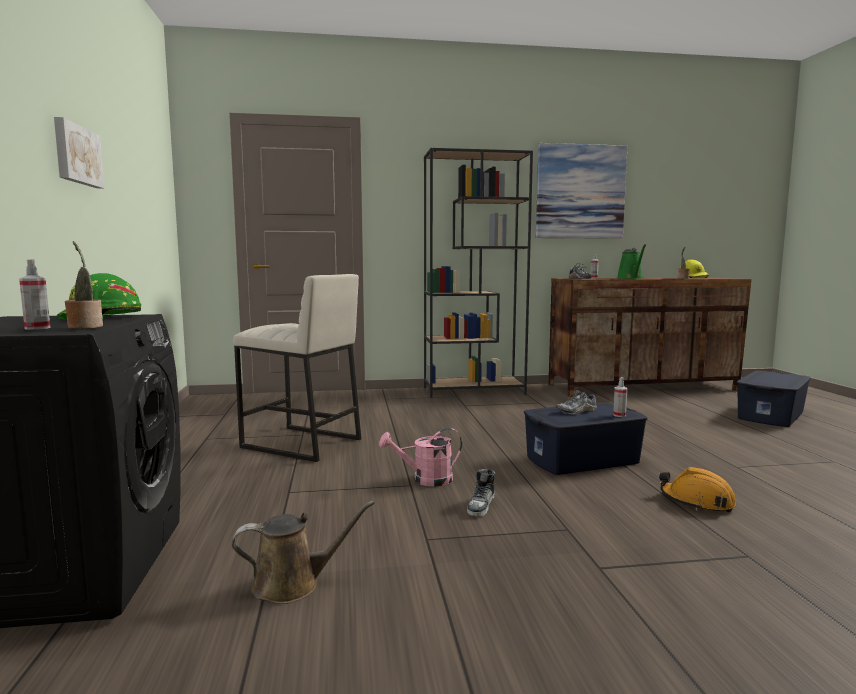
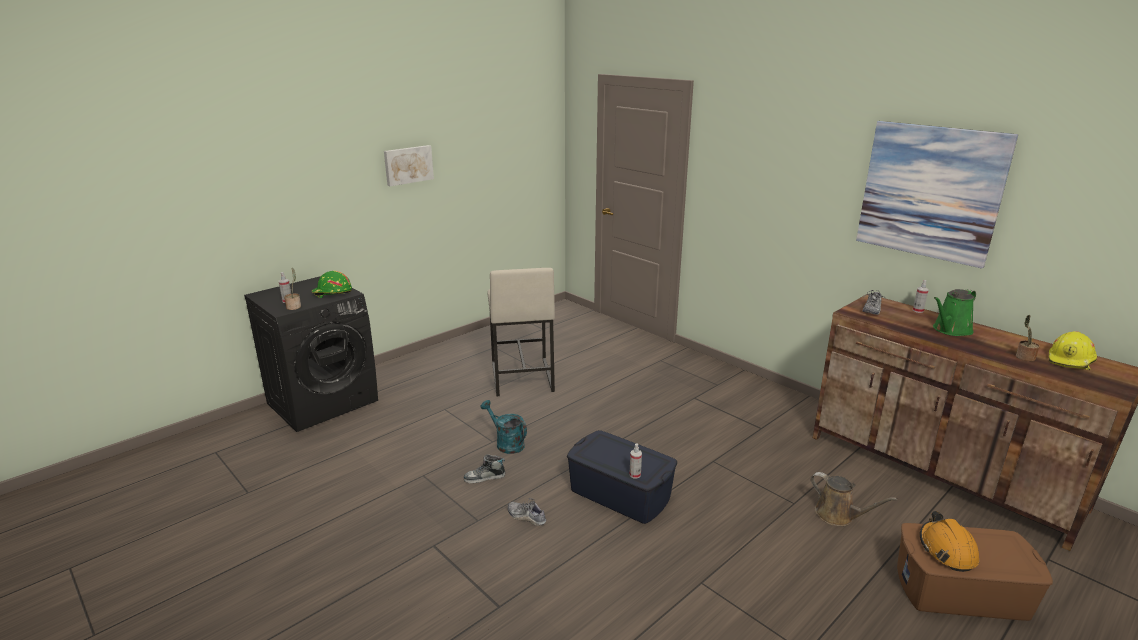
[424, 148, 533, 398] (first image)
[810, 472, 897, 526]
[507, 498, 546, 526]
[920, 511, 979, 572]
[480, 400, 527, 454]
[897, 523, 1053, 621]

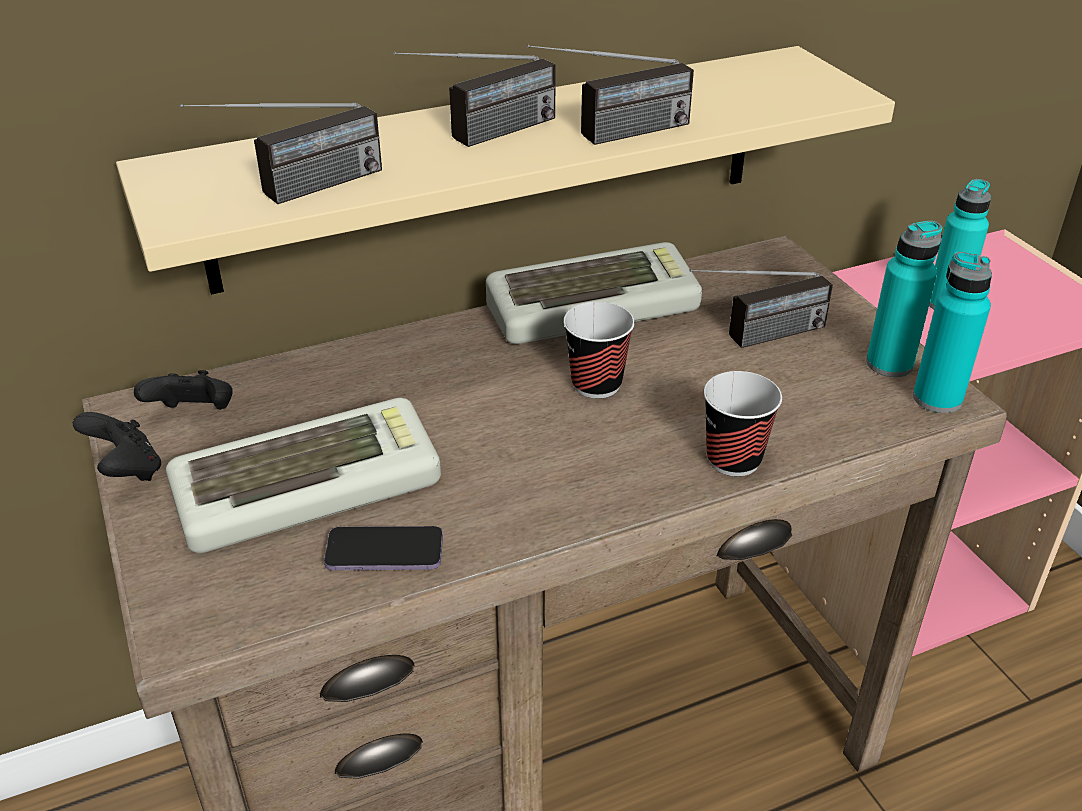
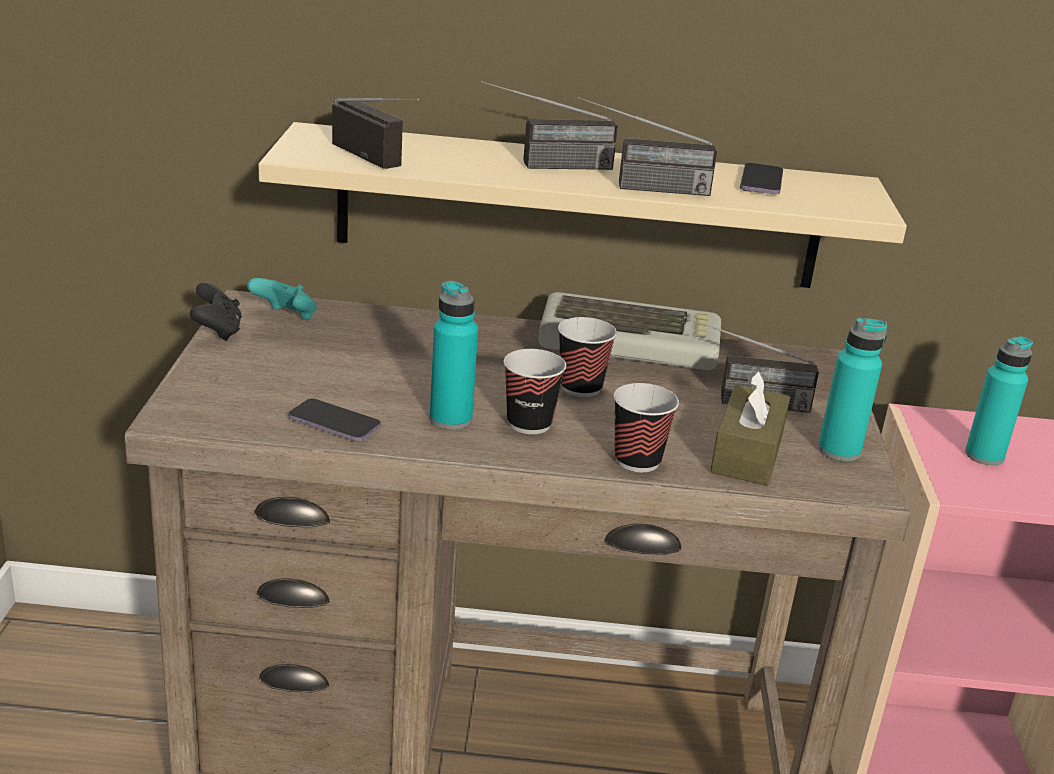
[166, 398, 441, 553] (first image)
[504, 349, 566, 434]
[710, 370, 790, 485]
[740, 163, 783, 194]
[430, 281, 478, 430]
[247, 278, 317, 320]
[332, 98, 419, 169]

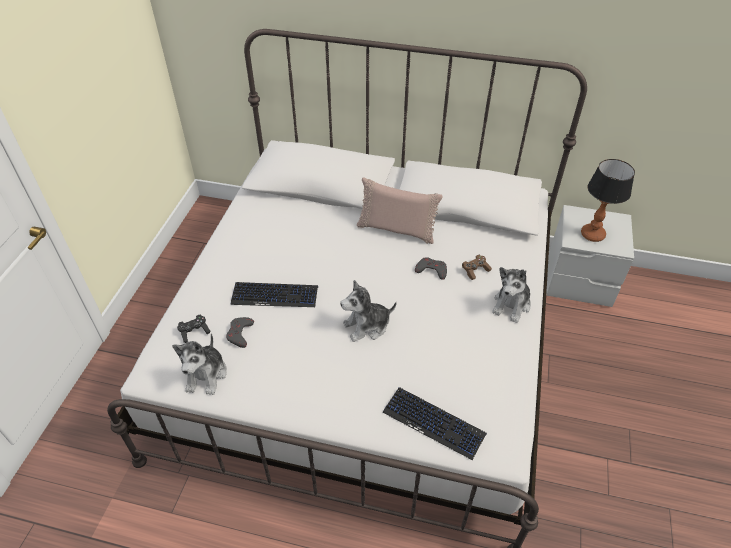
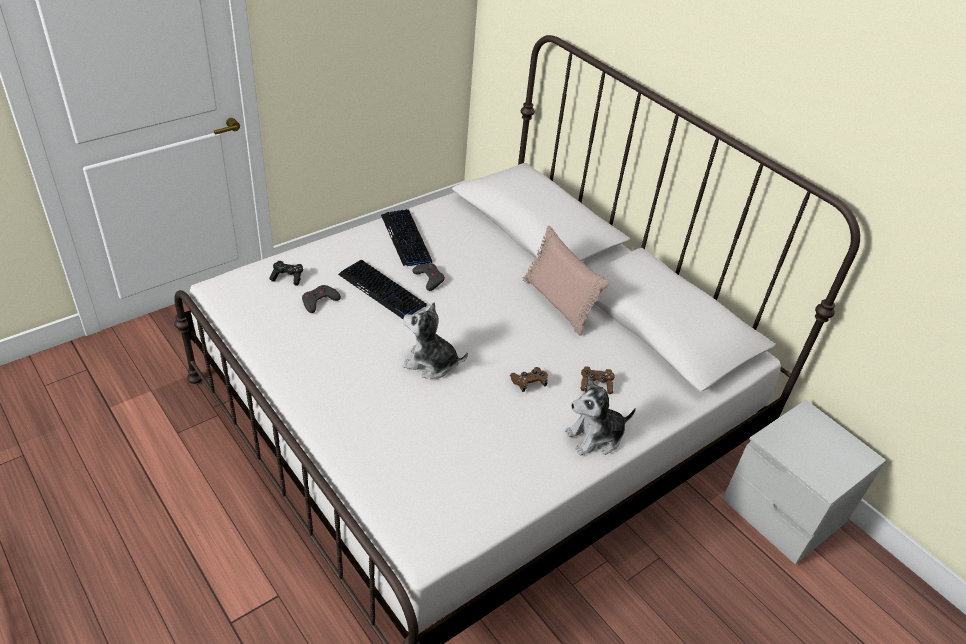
[172, 333, 227, 395] (first image)
[581, 159, 635, 242] (first image)
[510, 367, 548, 392]
[381, 209, 432, 266]
[412, 263, 445, 291]

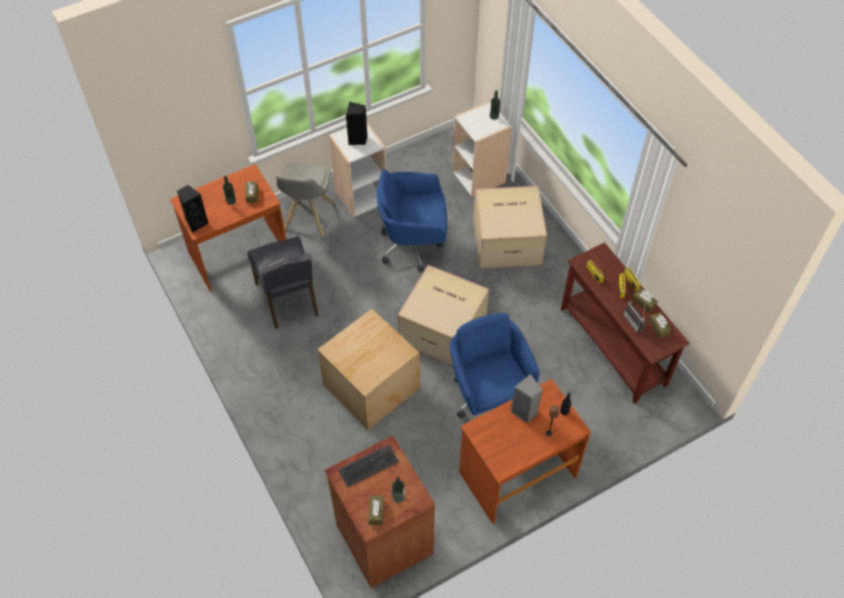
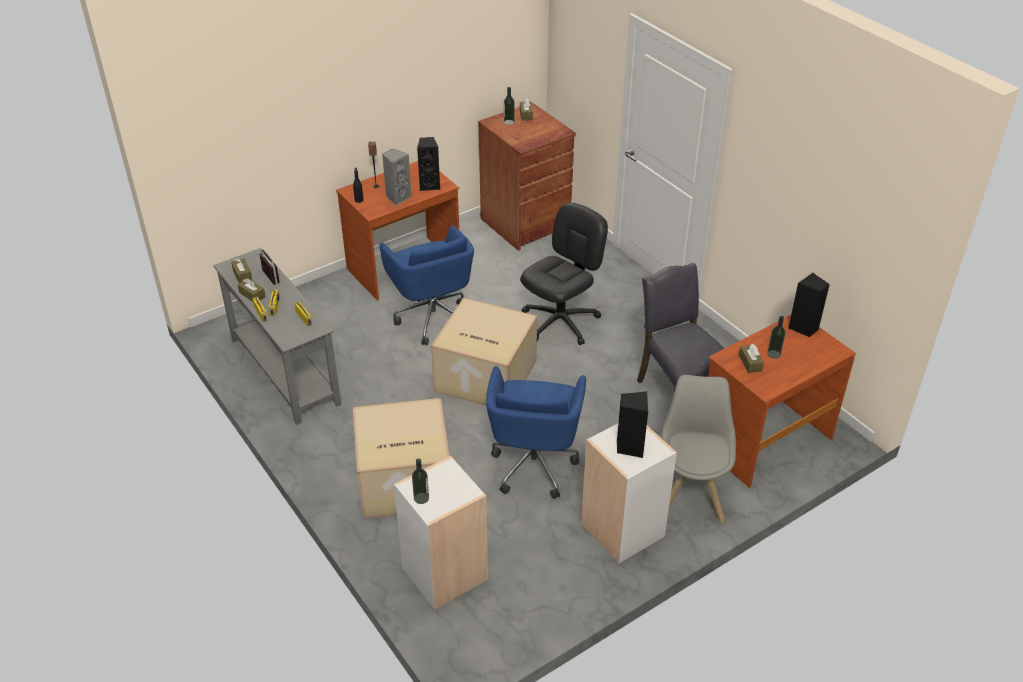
[338, 445, 399, 487] (first image)
[417, 137, 441, 191]
[520, 202, 608, 345]
[213, 248, 341, 425]
[486, 366, 586, 499]

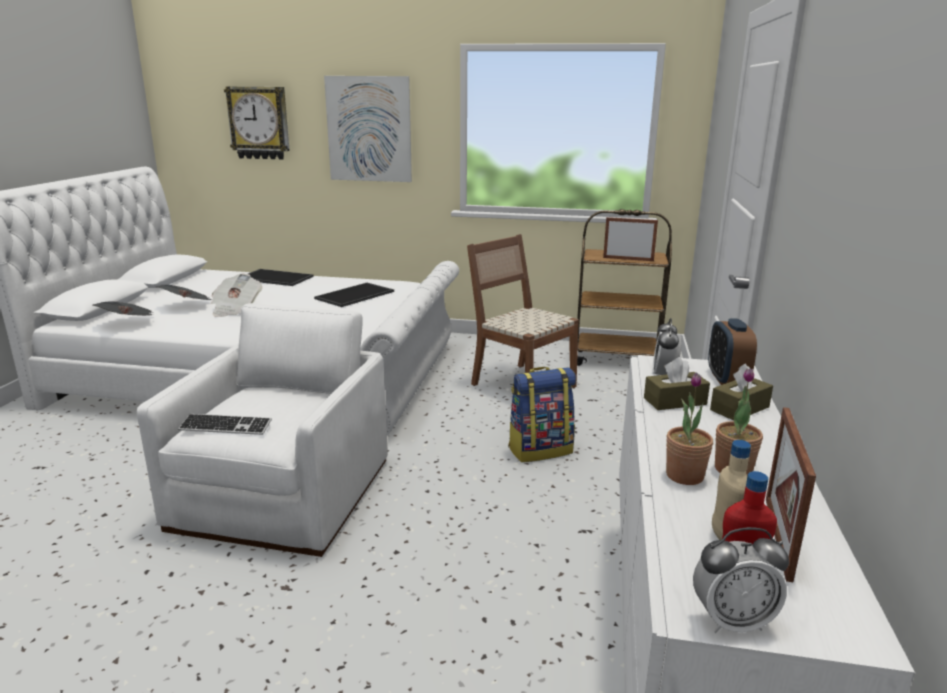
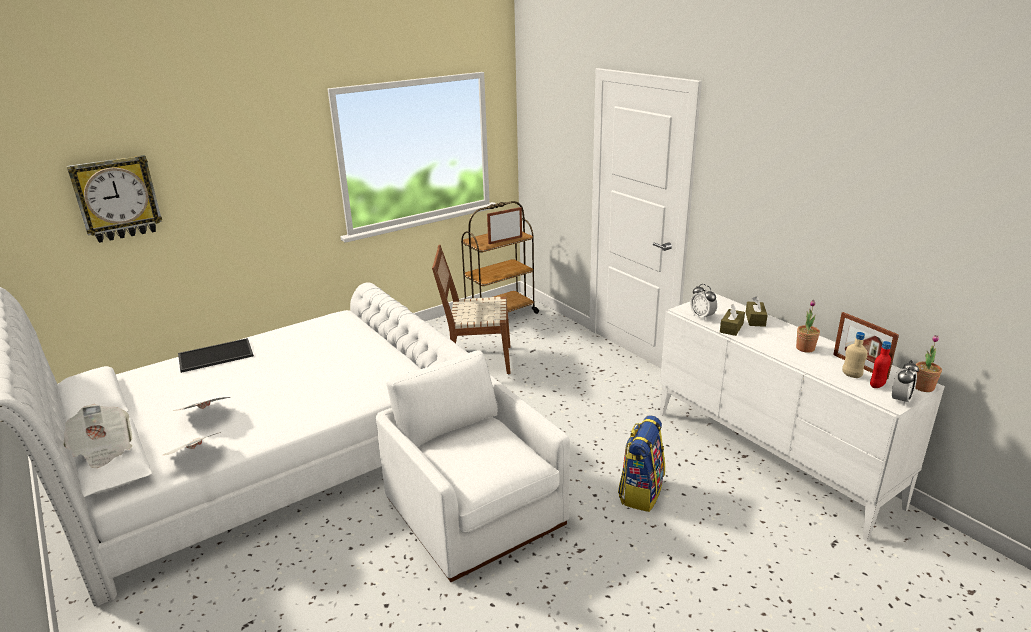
[178, 414, 272, 435] (first image)
[314, 283, 394, 307] (first image)
[324, 76, 412, 182] (first image)
[708, 318, 757, 385] (first image)
[63, 404, 132, 468]
[618, 416, 665, 512]
[915, 335, 942, 392]

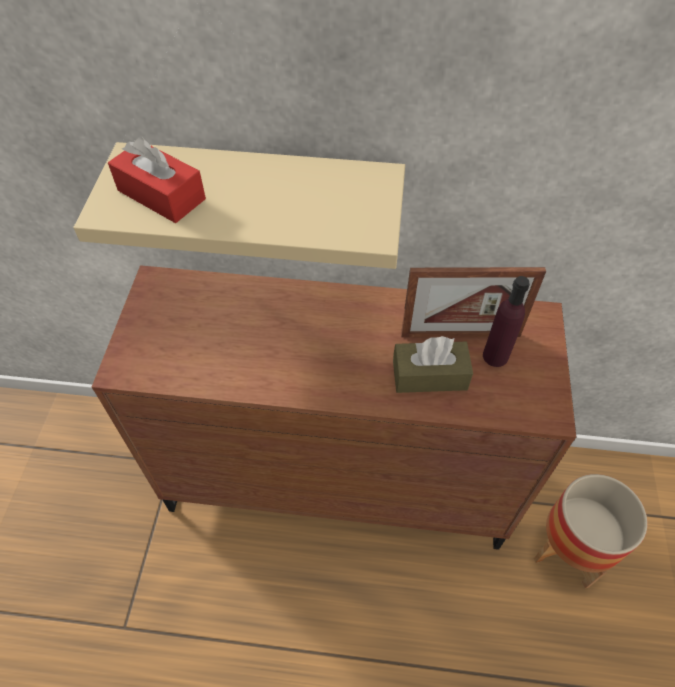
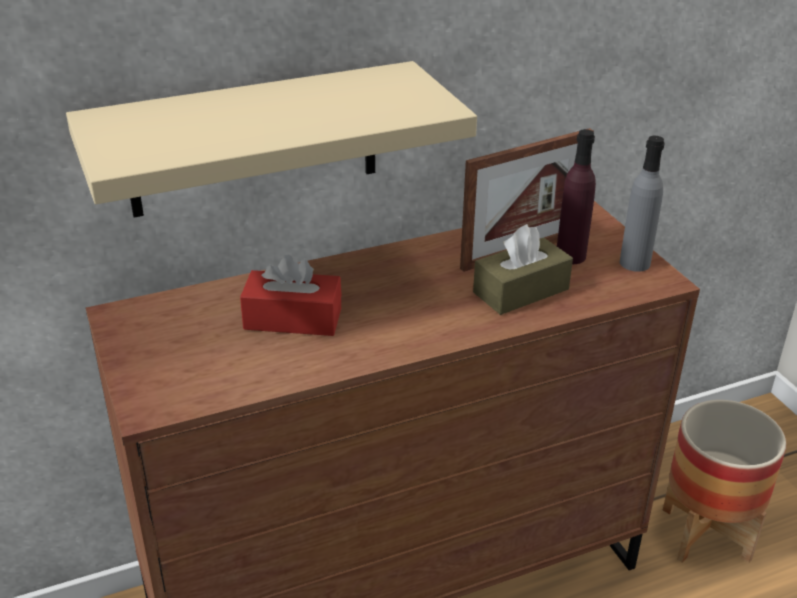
[620, 136, 665, 272]
[240, 255, 342, 336]

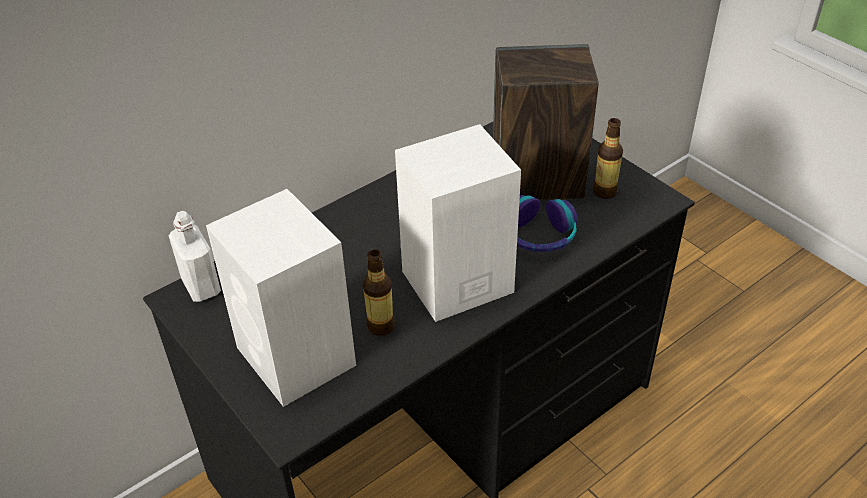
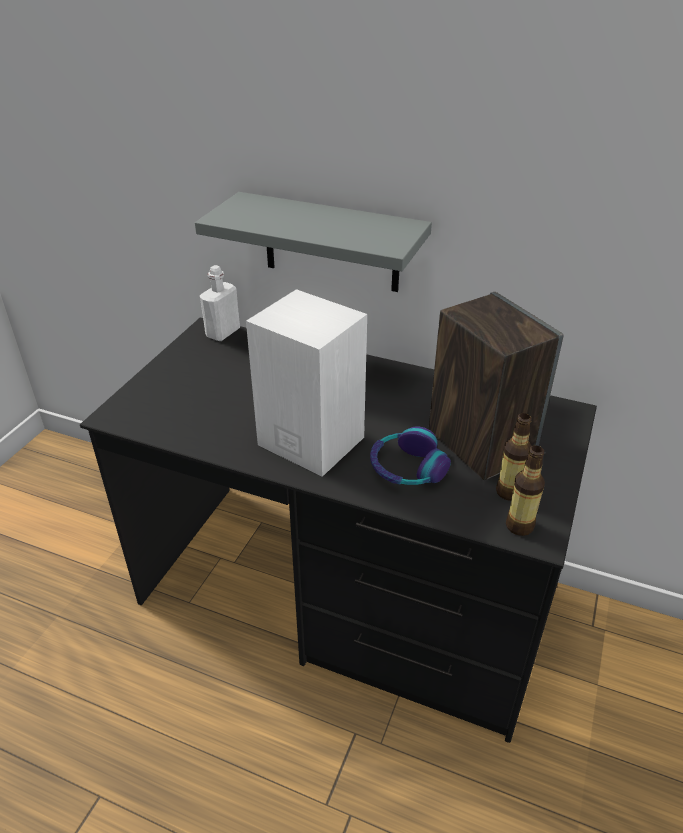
[206, 189, 356, 407] (first image)
[195, 192, 432, 292]
[506, 446, 545, 536]

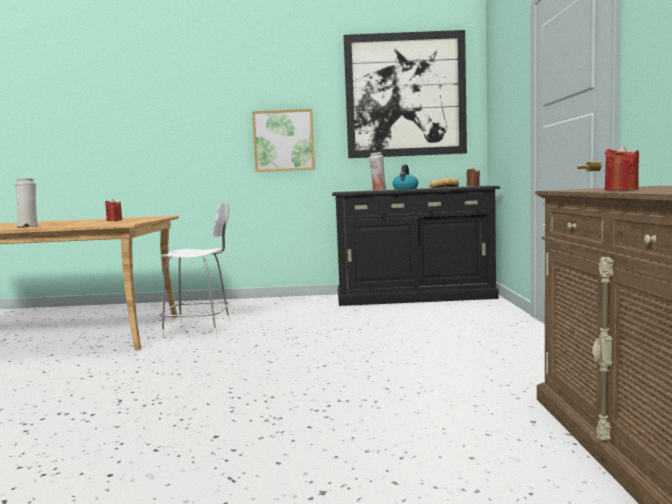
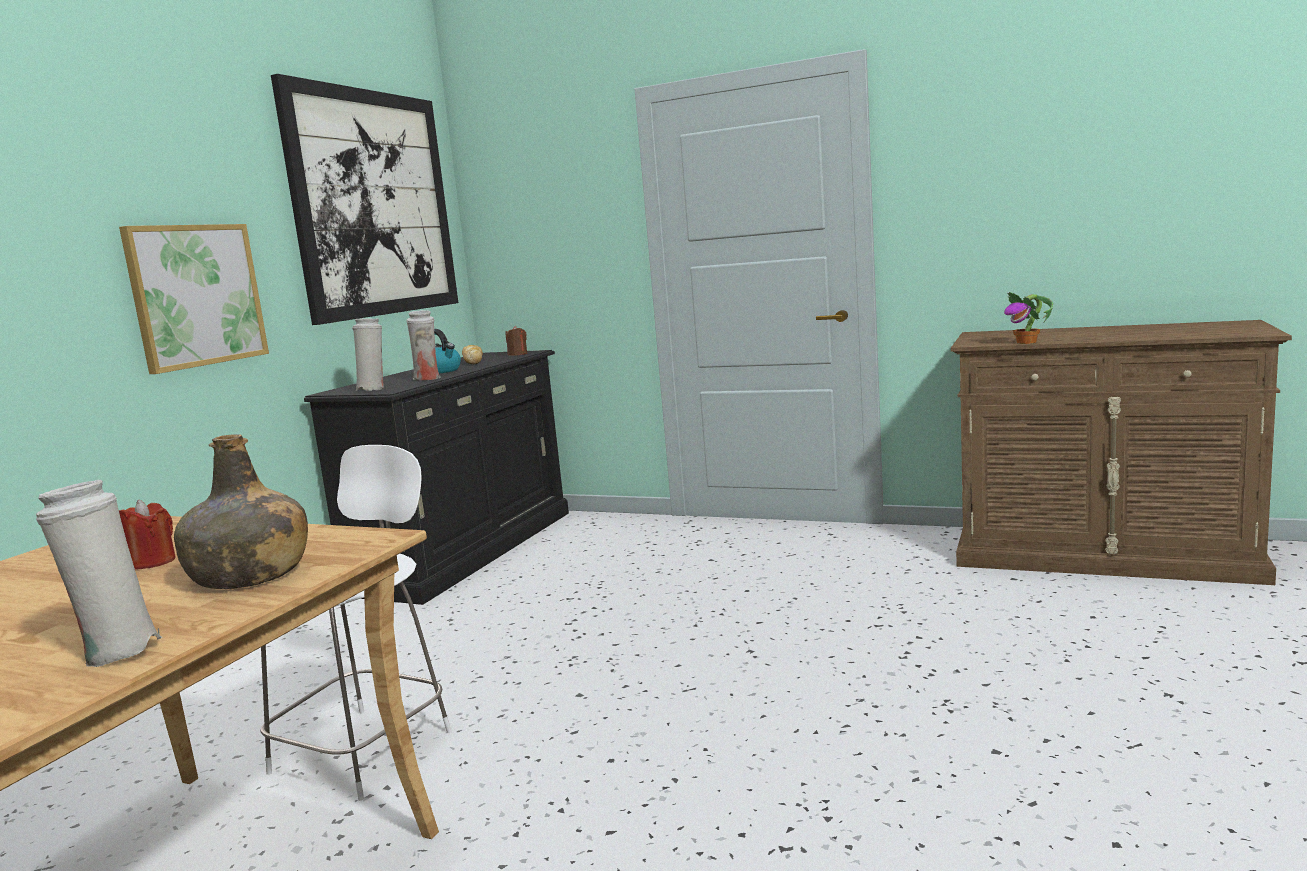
[605, 145, 639, 191] (first image)
[174, 434, 308, 589]
[352, 318, 384, 391]
[1004, 292, 1053, 344]

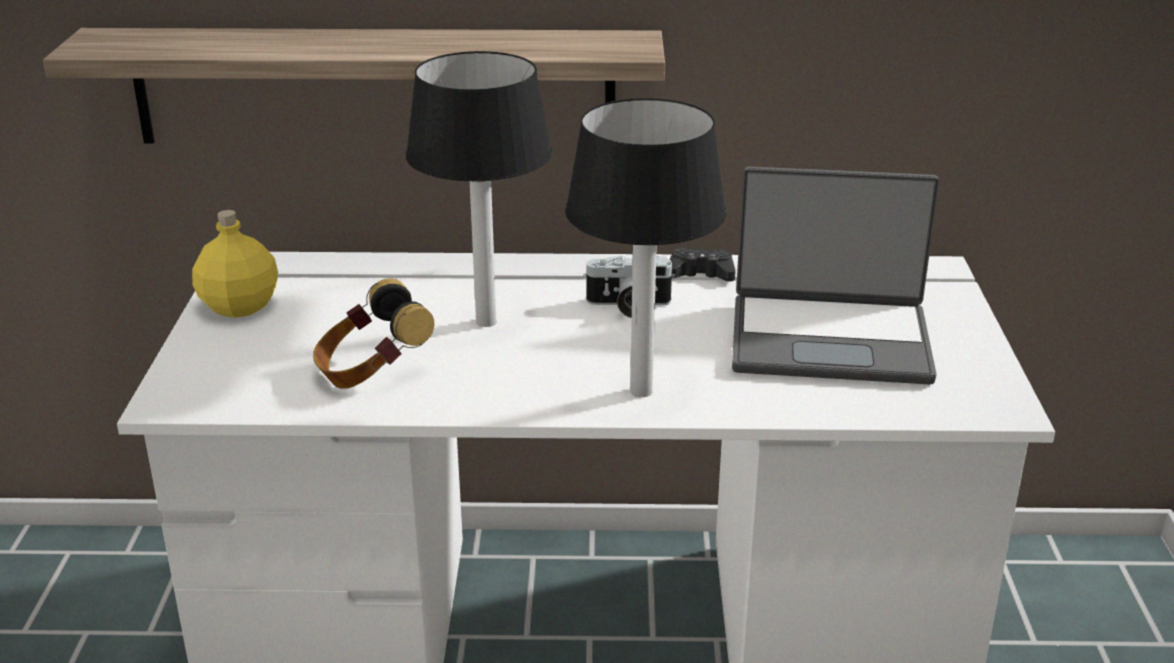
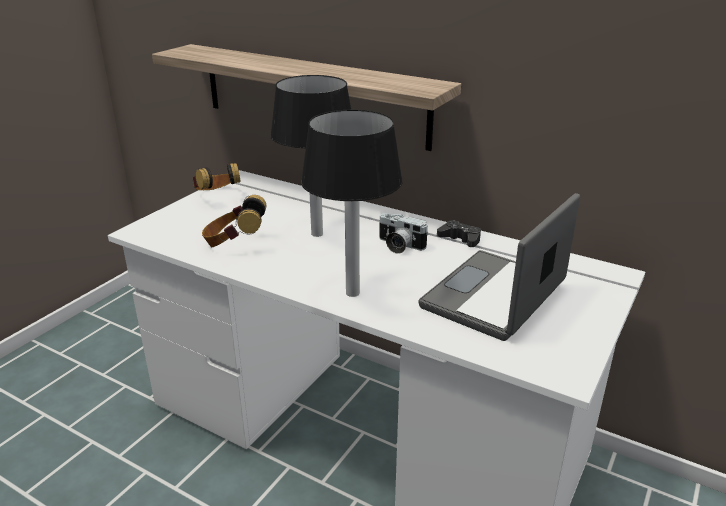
[192, 163, 241, 190]
[418, 193, 580, 341]

